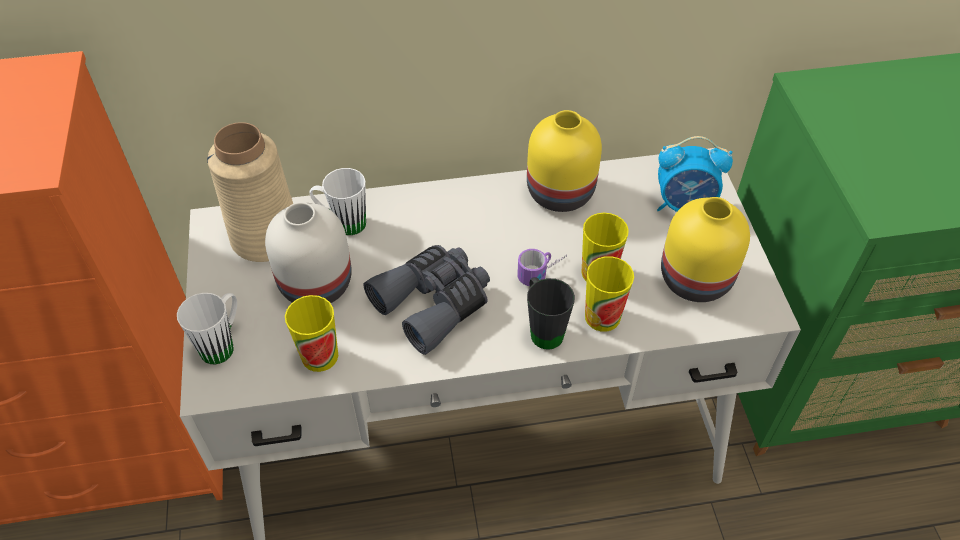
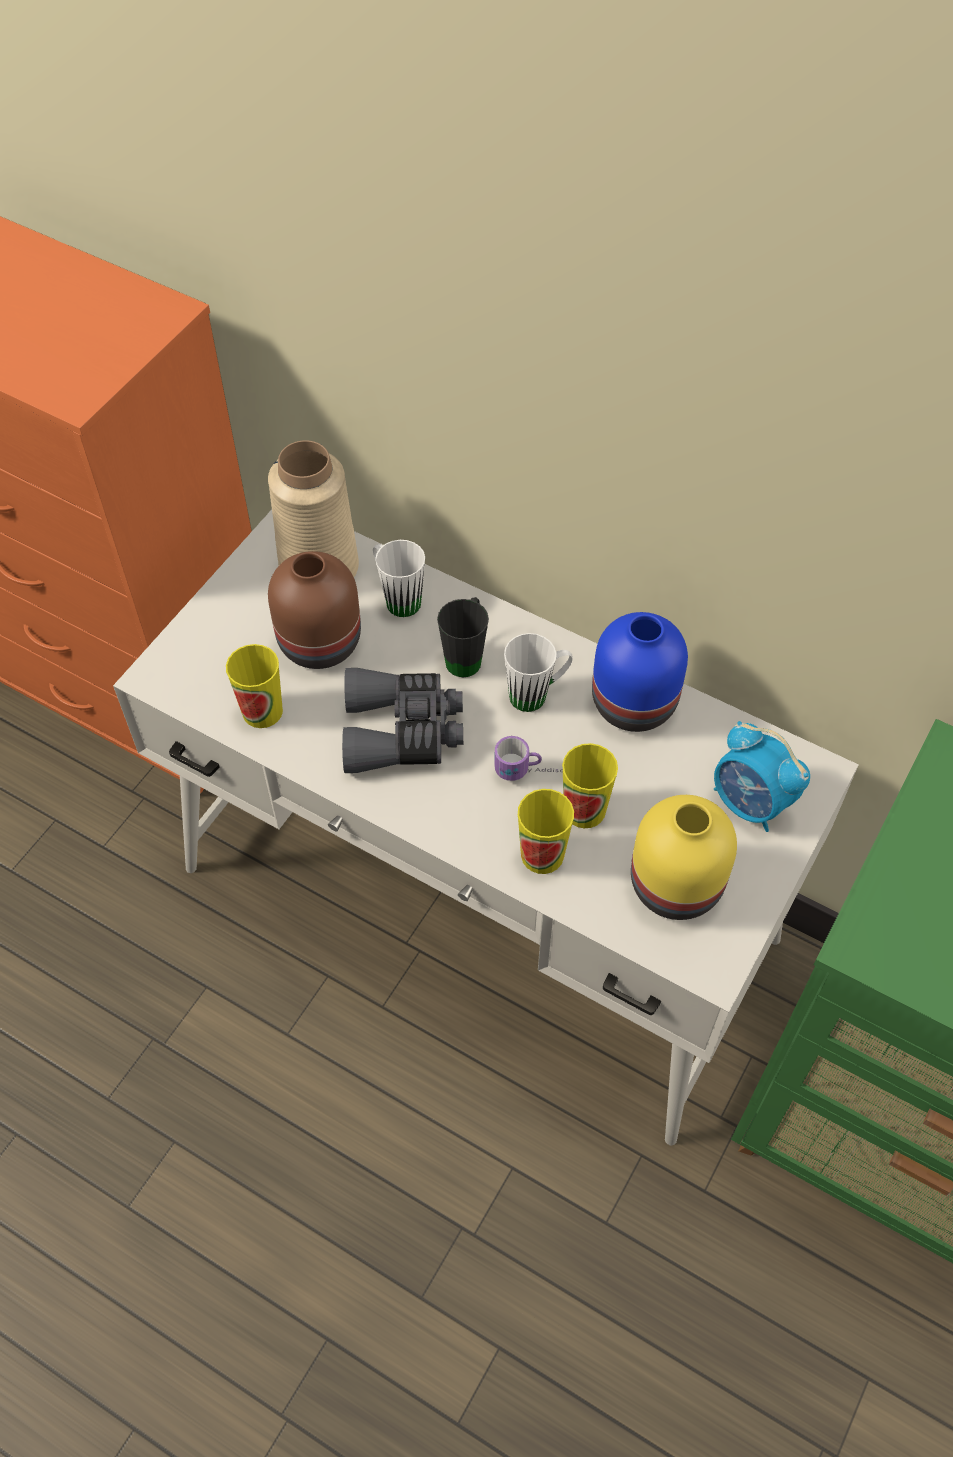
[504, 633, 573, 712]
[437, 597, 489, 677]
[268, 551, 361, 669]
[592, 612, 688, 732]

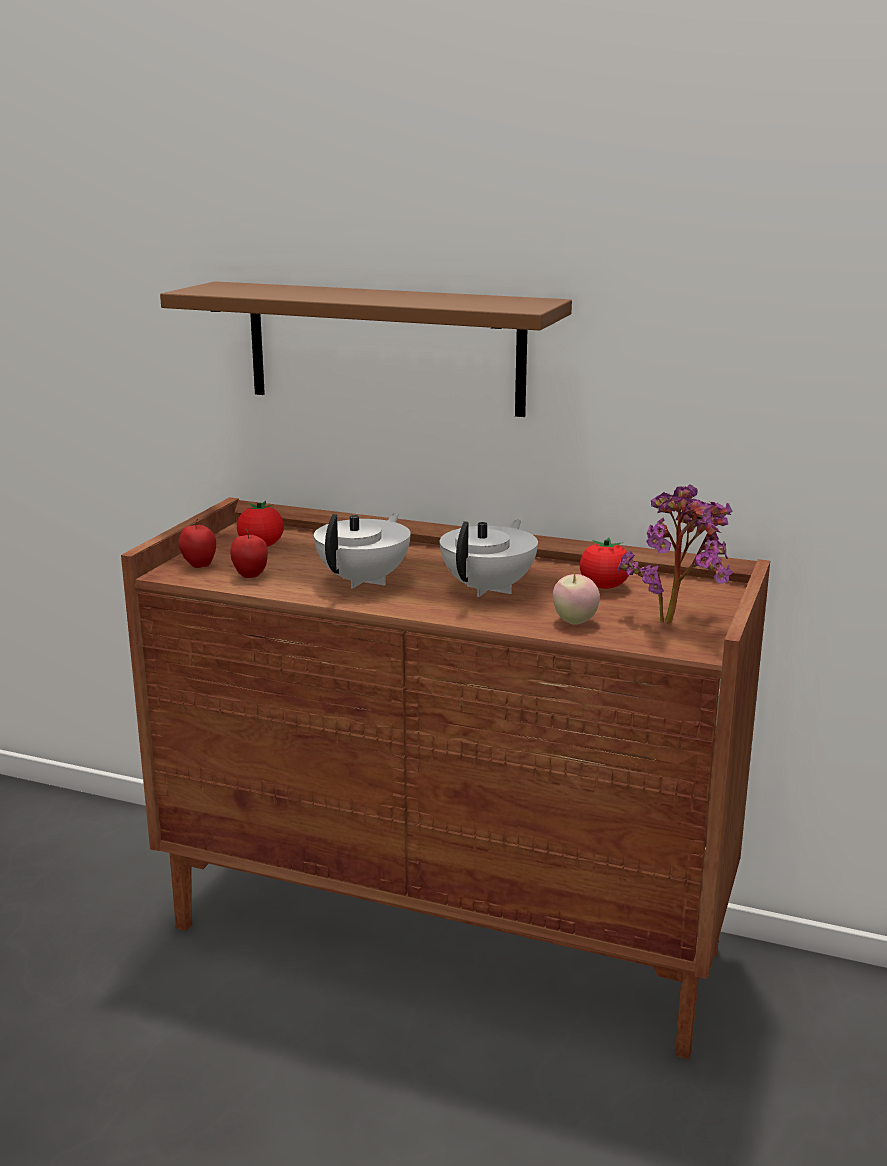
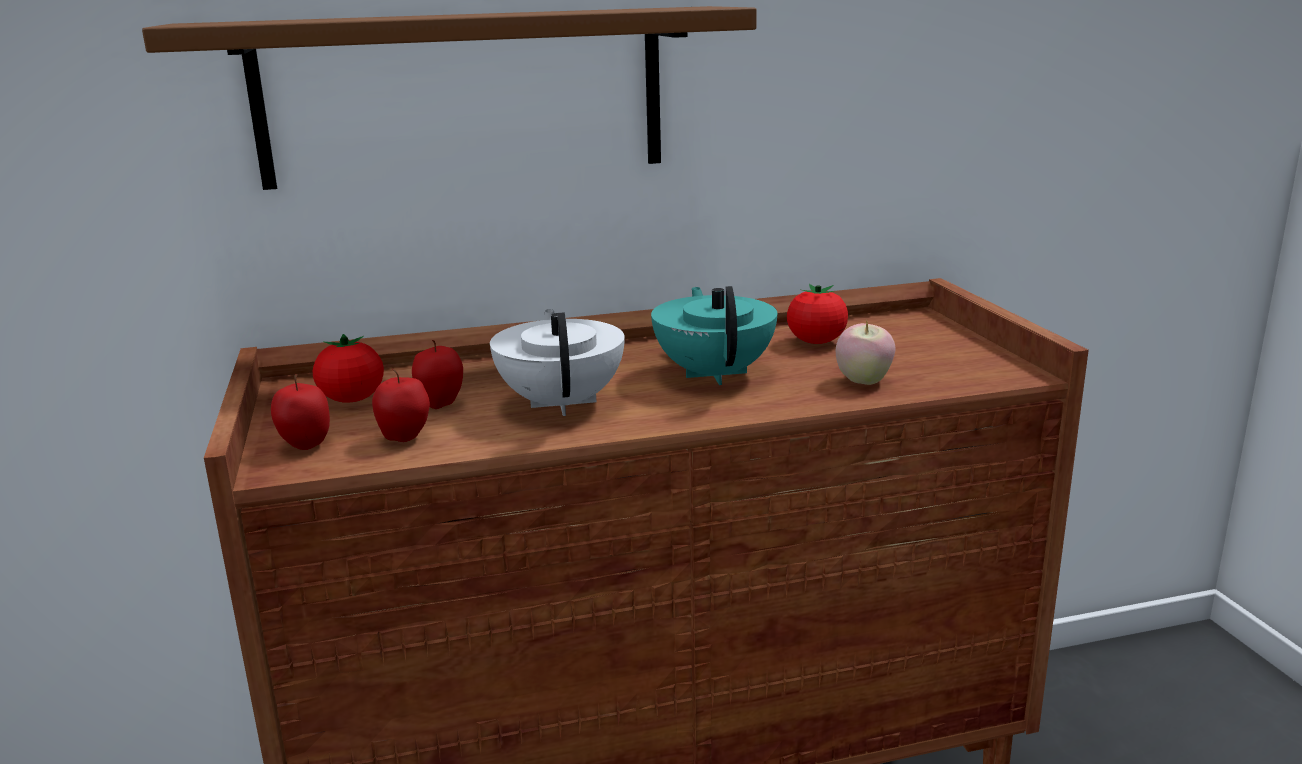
[617, 484, 733, 623] (first image)
[412, 340, 463, 409]
[651, 286, 777, 385]

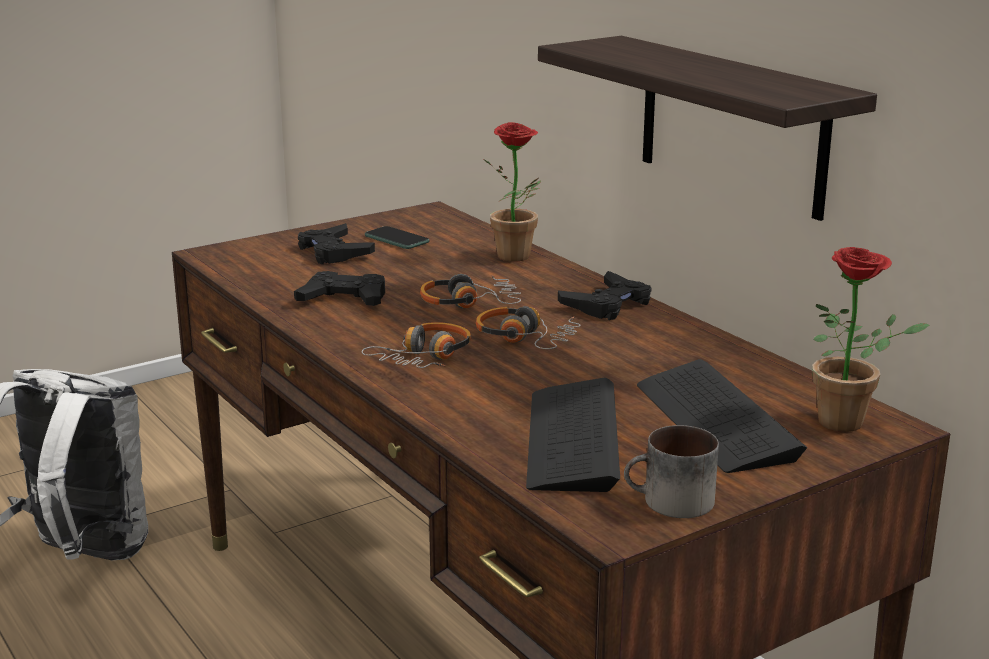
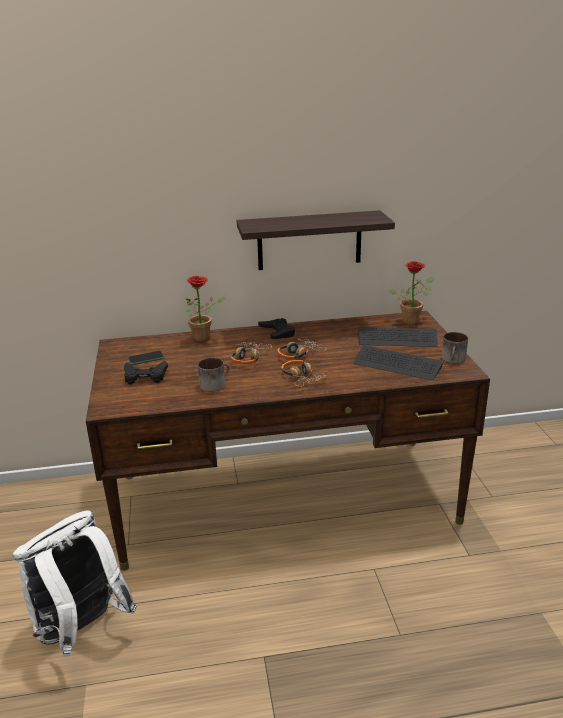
[198, 358, 229, 392]

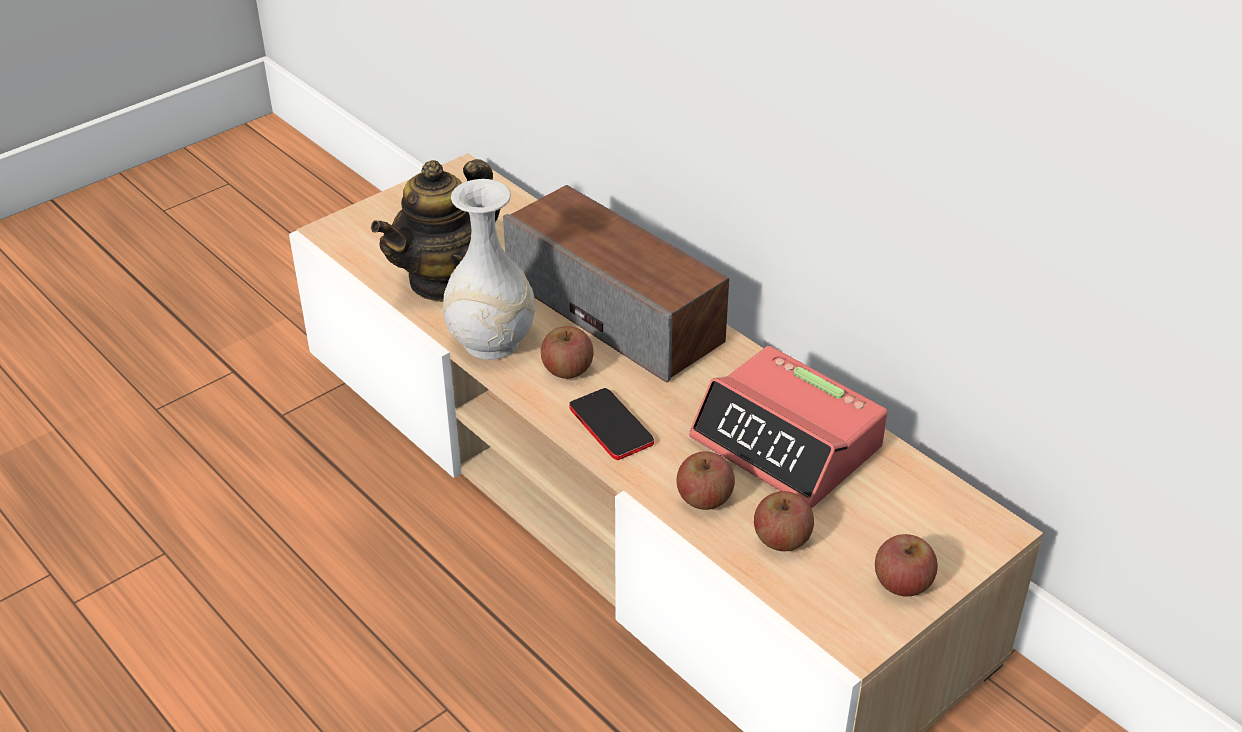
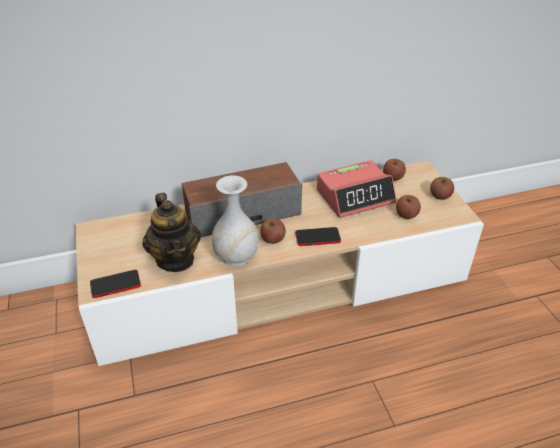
[90, 270, 141, 298]
[383, 159, 406, 181]

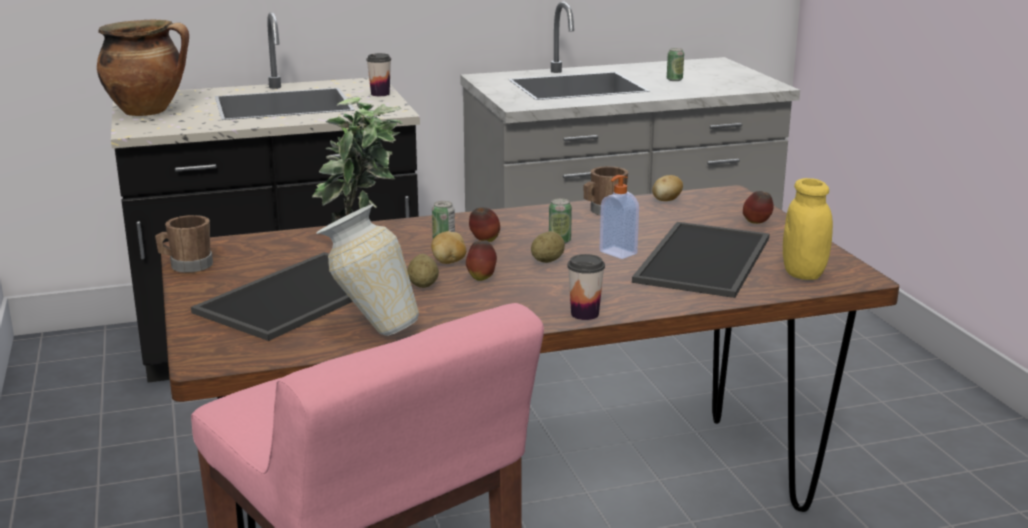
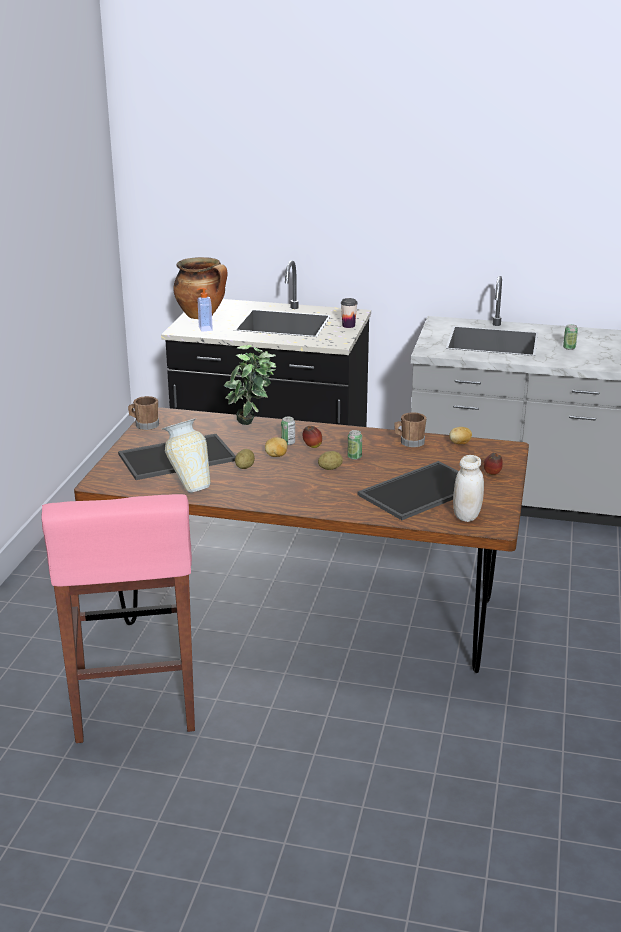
[466, 240, 497, 281] (first image)
[567, 254, 605, 320] (first image)
[197, 288, 213, 332]
[453, 455, 484, 522]

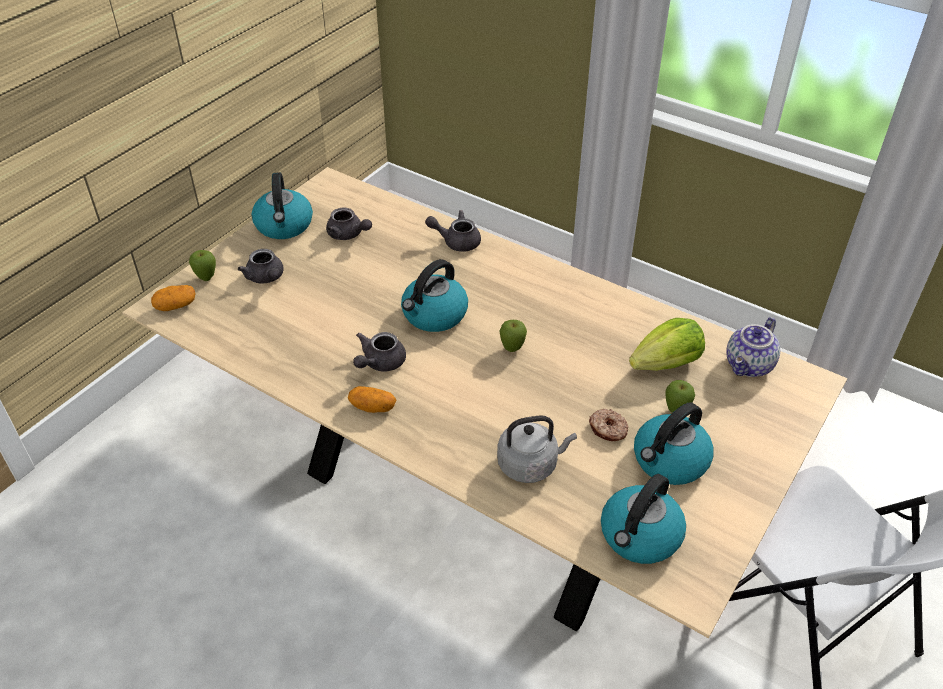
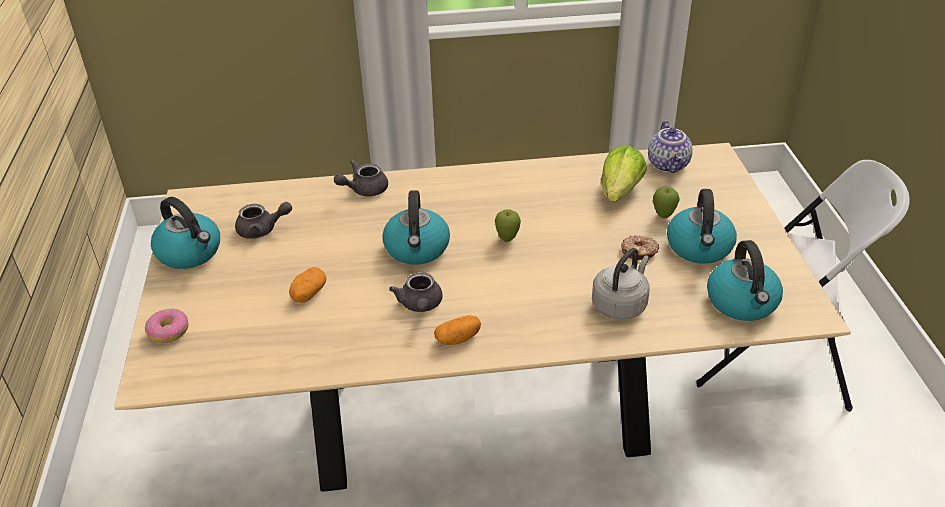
[238, 249, 284, 284] (first image)
[289, 267, 326, 303]
[145, 309, 189, 343]

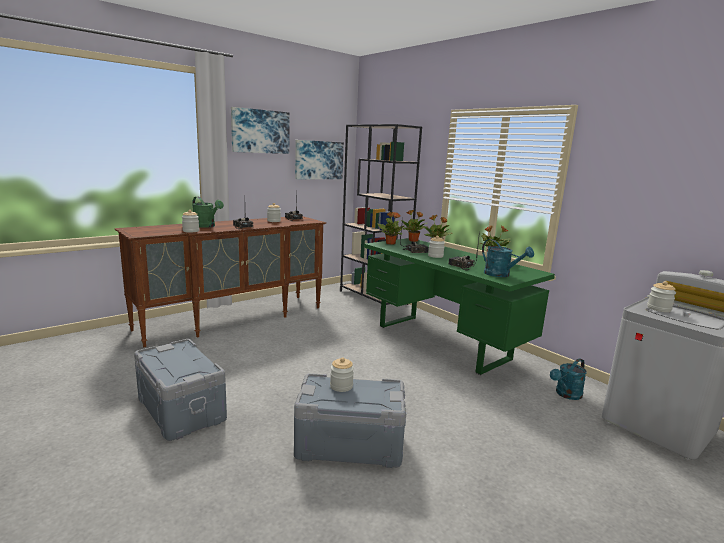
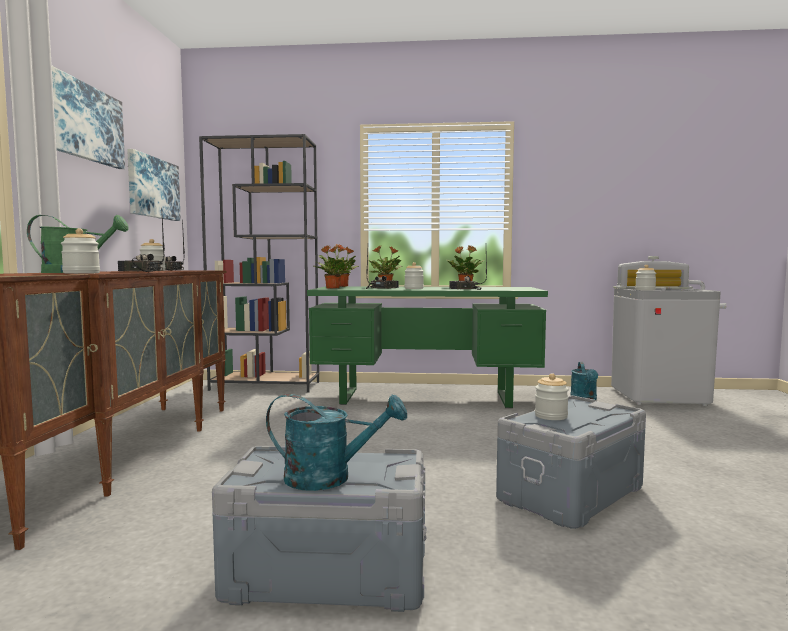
[266, 394, 407, 491]

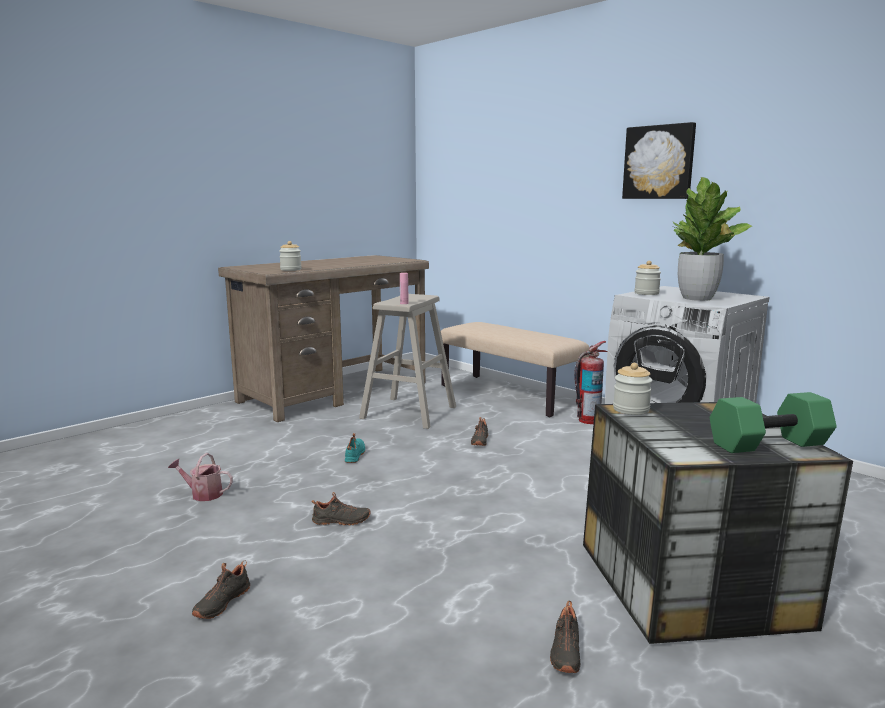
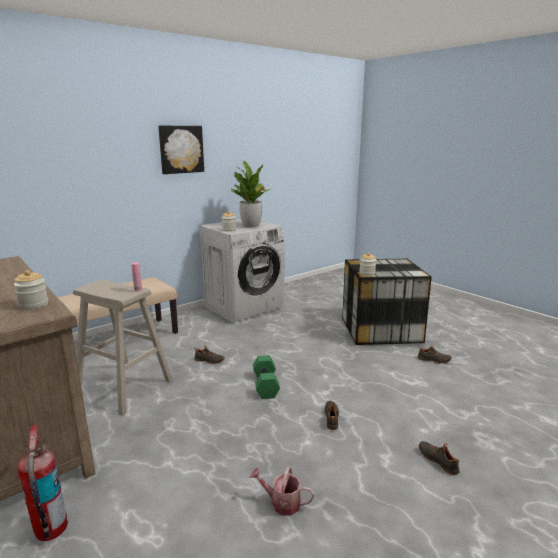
[345, 433, 365, 463] (first image)
[18, 424, 68, 541]
[253, 355, 280, 399]
[250, 467, 314, 515]
[419, 441, 460, 475]

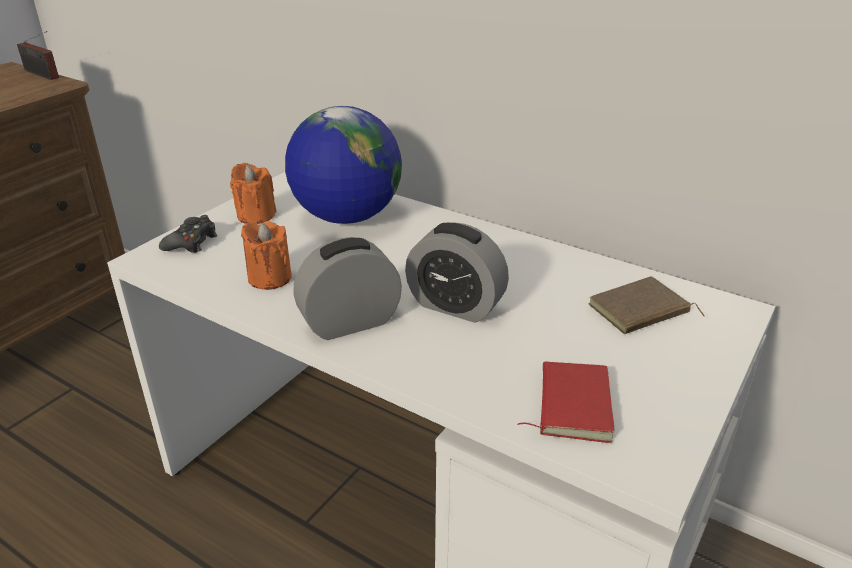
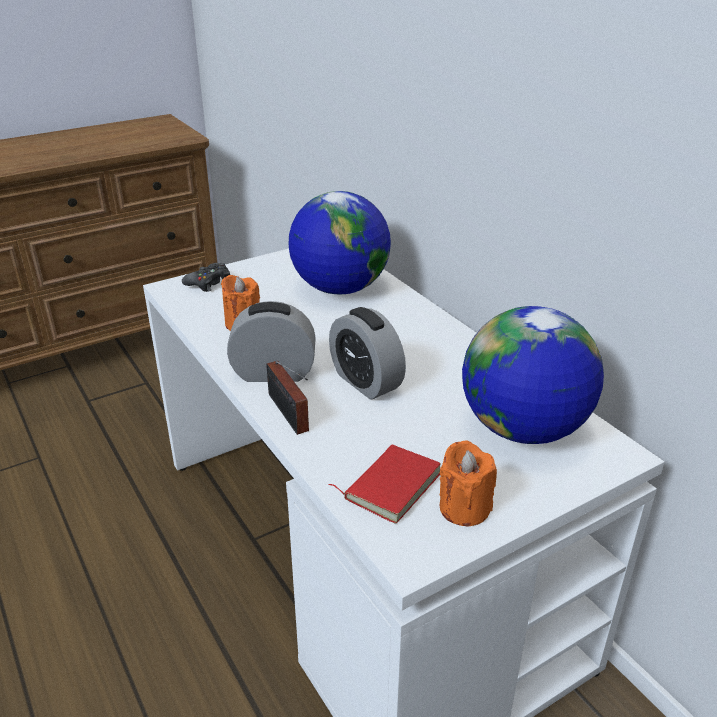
[266, 361, 309, 435]
[439, 440, 497, 527]
[462, 306, 604, 444]

